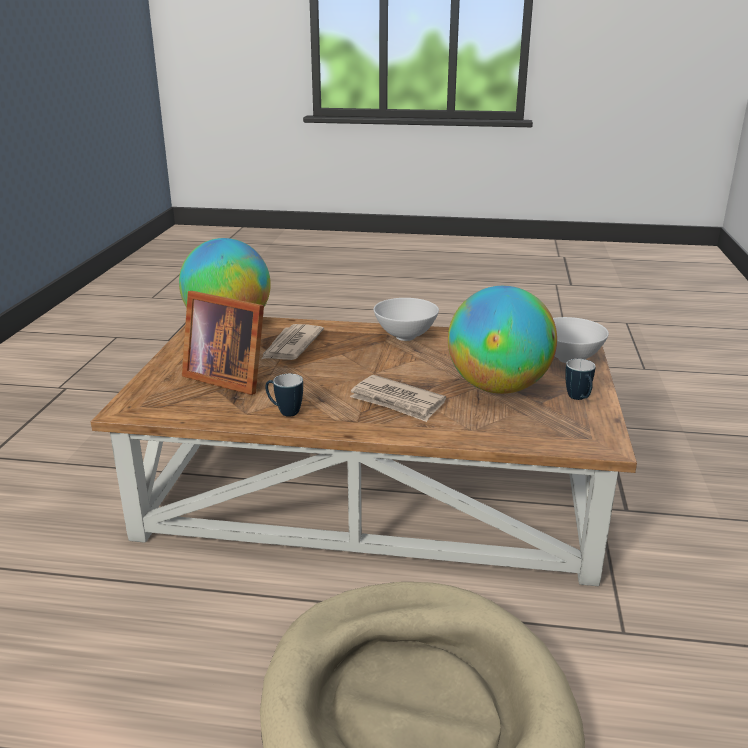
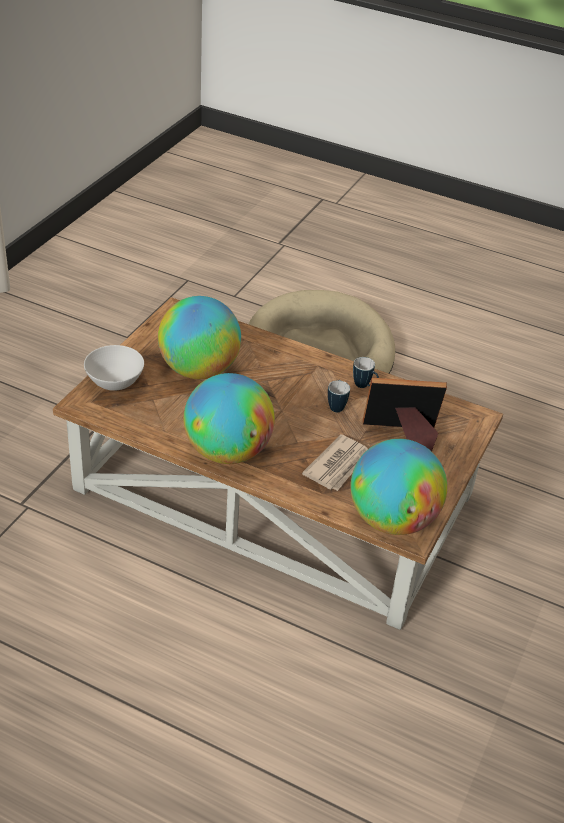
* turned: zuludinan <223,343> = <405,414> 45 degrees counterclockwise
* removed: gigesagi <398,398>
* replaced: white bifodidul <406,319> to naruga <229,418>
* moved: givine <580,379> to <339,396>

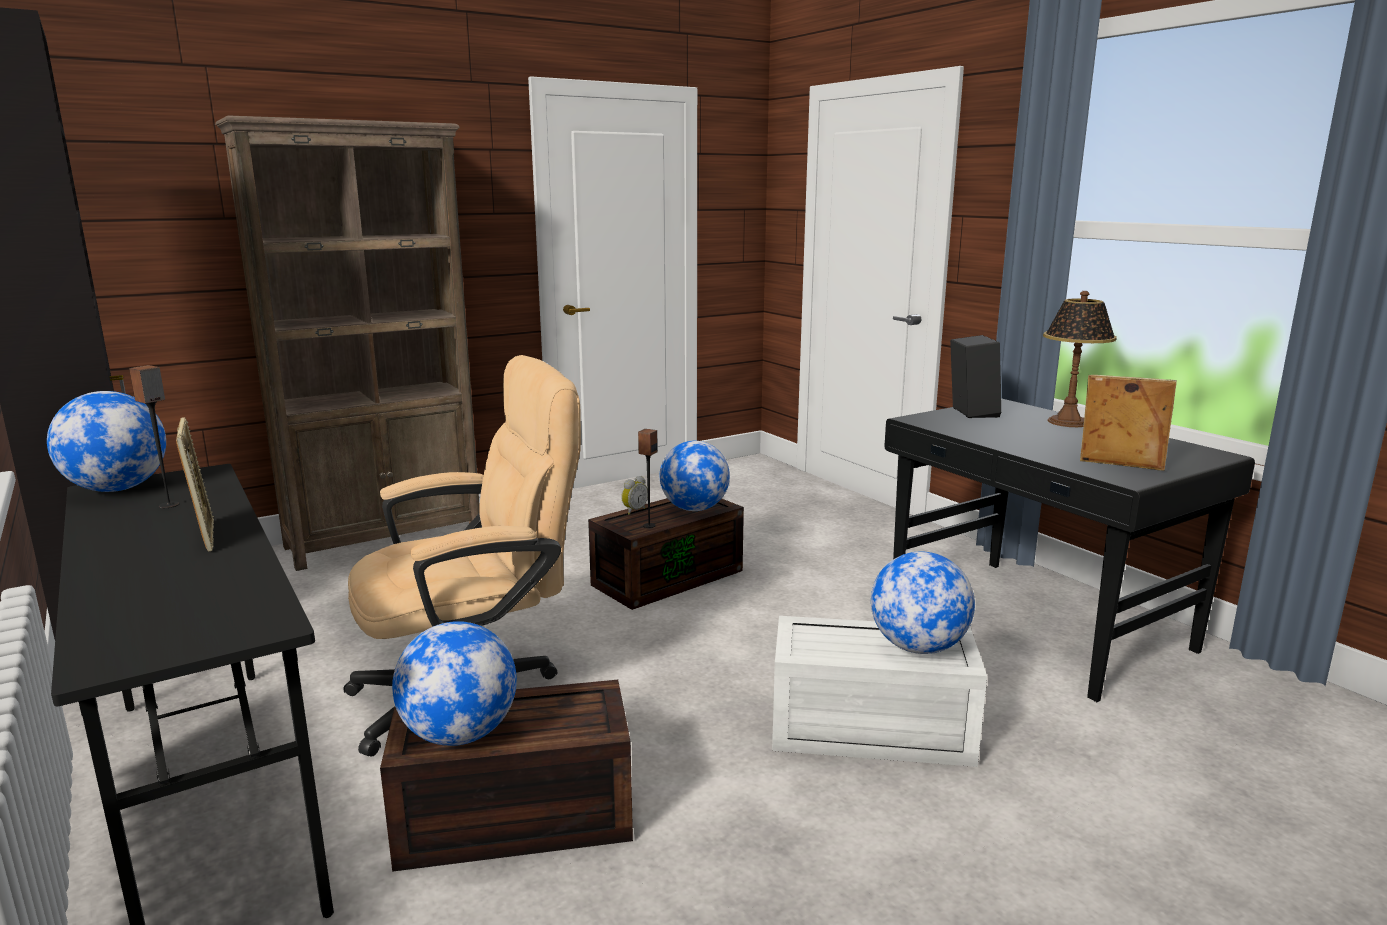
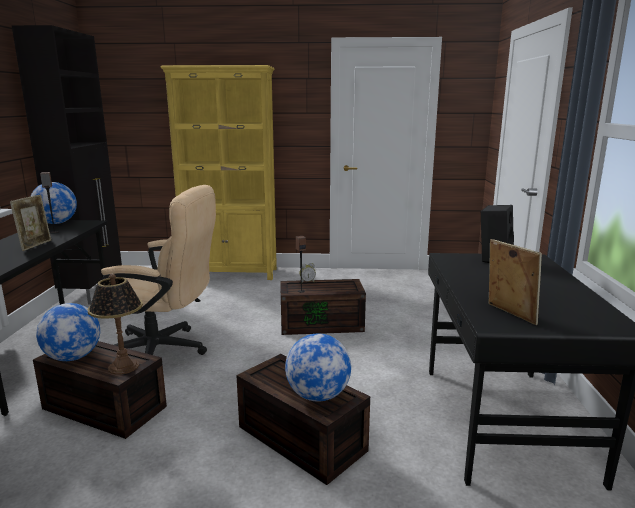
* recoloured: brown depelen <347,343> to yellow depelen <219,172>
* removed: naruga <695,476>
* recoloured: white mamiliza <879,691> to brown mamiliza <303,419>
* moved: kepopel <1080,359> to <115,324>

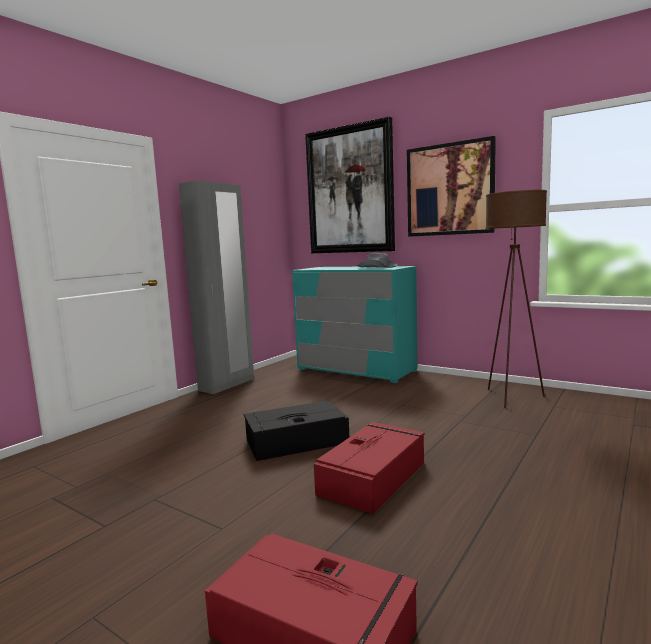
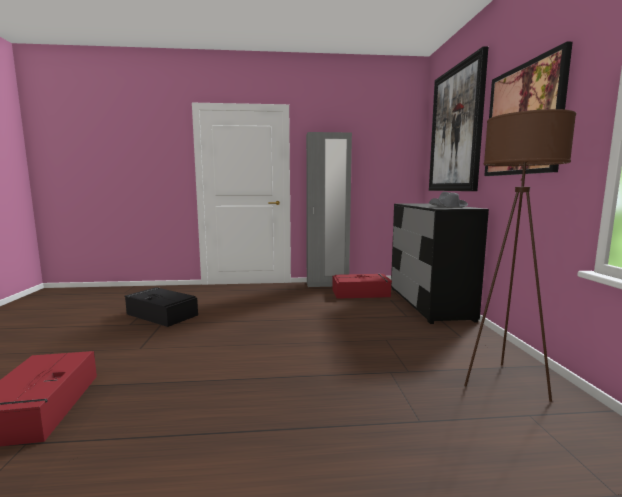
* moved: black mamiliza <296,431> to <161,307>
* recoloured: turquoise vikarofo <355,324> to black vikarofo <440,263>
* moved: red mamiliza <369,468> to <362,286>

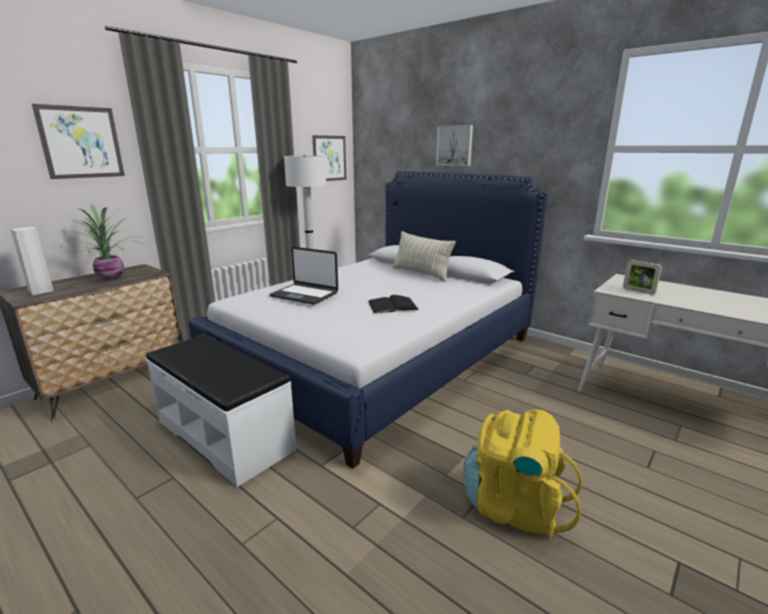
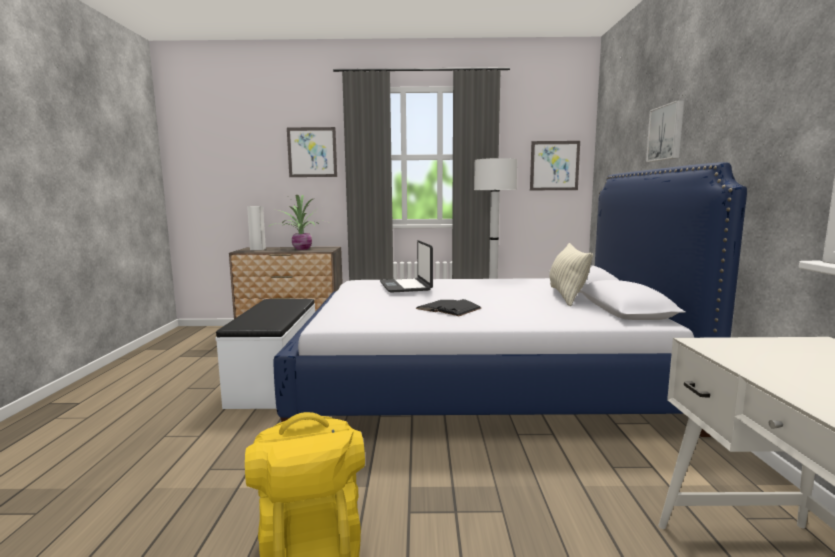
* removed: zuludinan <642,277>

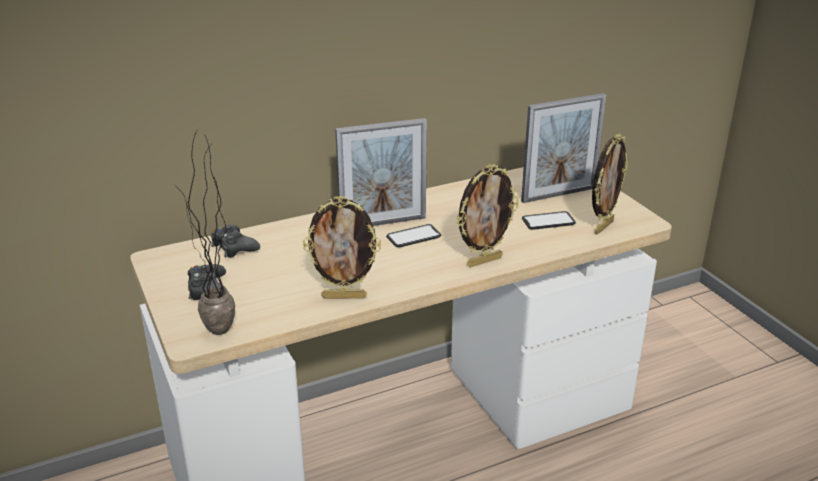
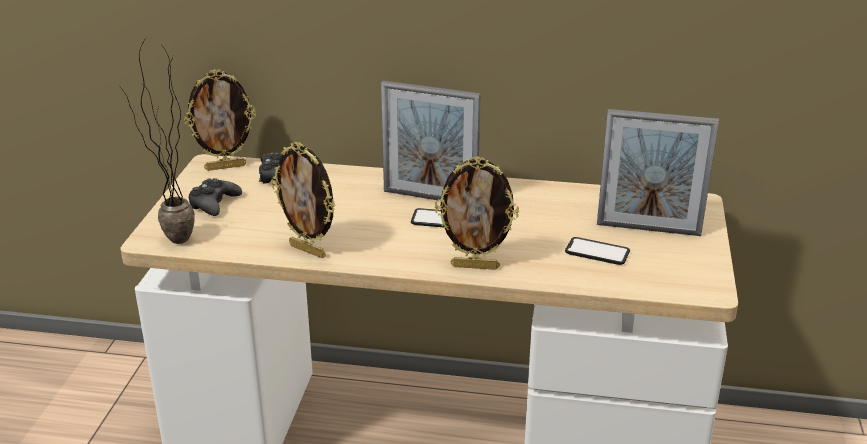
* moved: zuludinan <610,184> to <220,120>

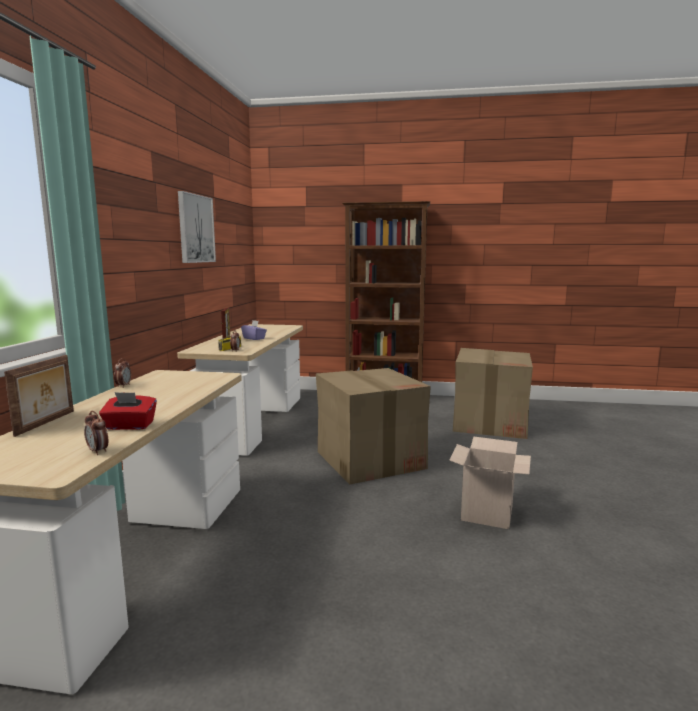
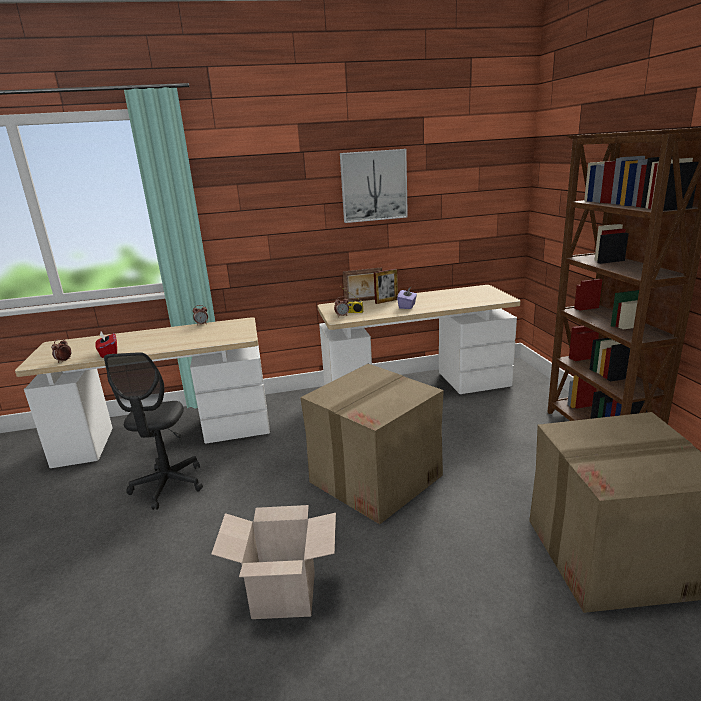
* moved: zuludinan <39,396> to <362,284>
* added: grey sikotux <153,431>

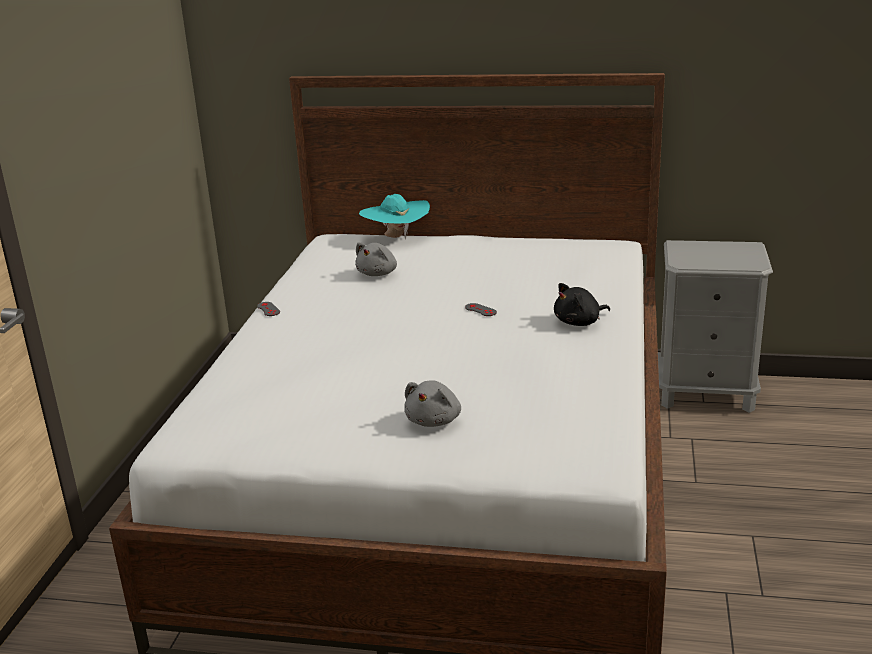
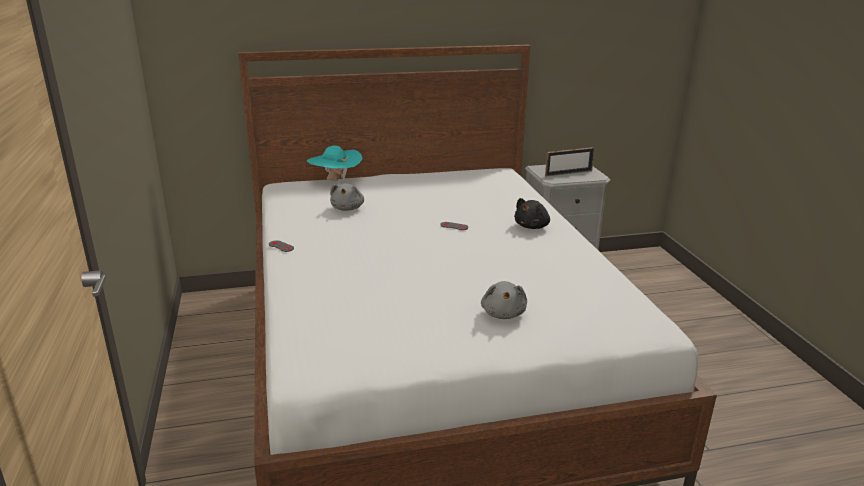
* added: zuludinan <570,162>

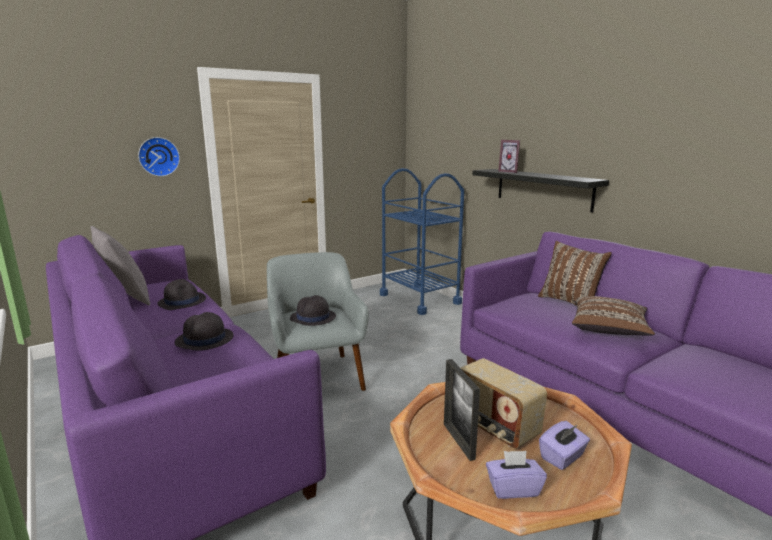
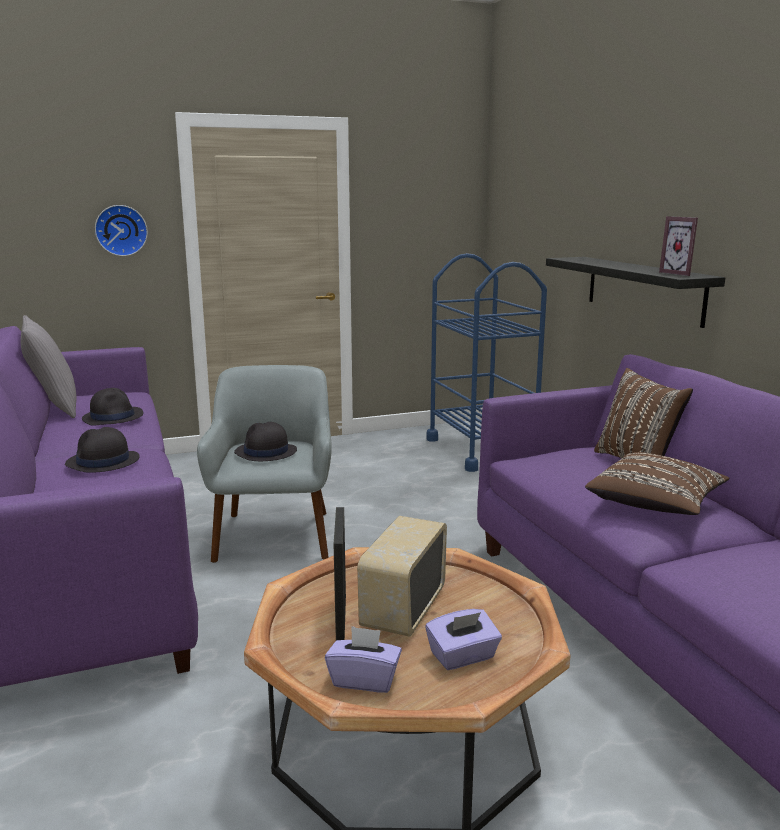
* turned: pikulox <504,403> = <402,576> 45 degrees clockwise
* moved: zuludinan <509,156> to <678,246>

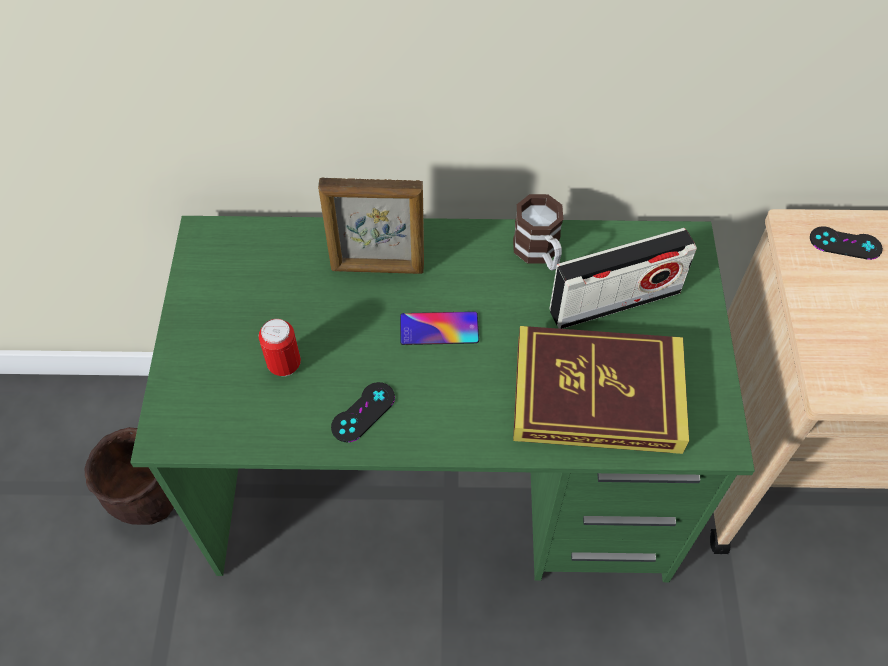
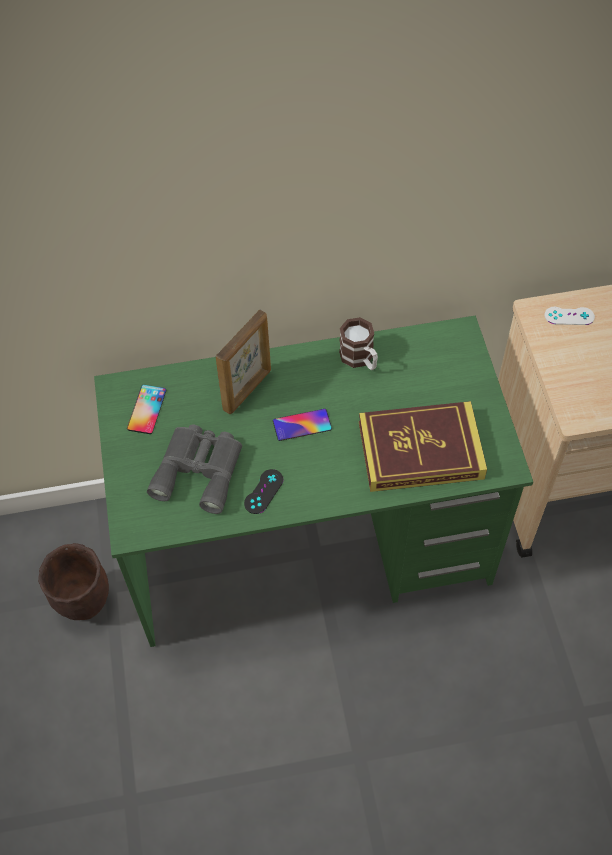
* replaced: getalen <280,347> to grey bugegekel <194,469>
* turned: zuludinan <371,225> = <243,362> 45 degrees counterclockwise
* removed: pikulox <623,278>
* recoloured: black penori <846,243> to white penori <569,316>
* added: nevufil <147,409>

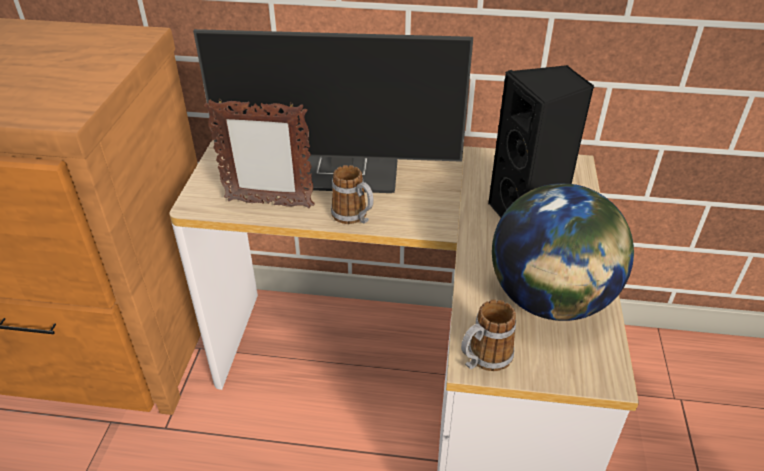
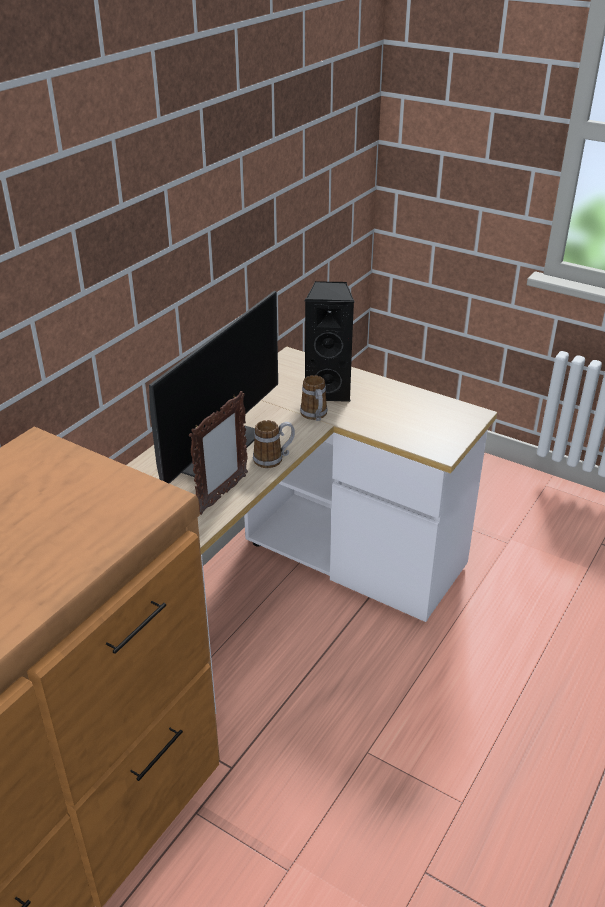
* moved: givine <488,335> to <313,398>
* removed: naruga <563,252>

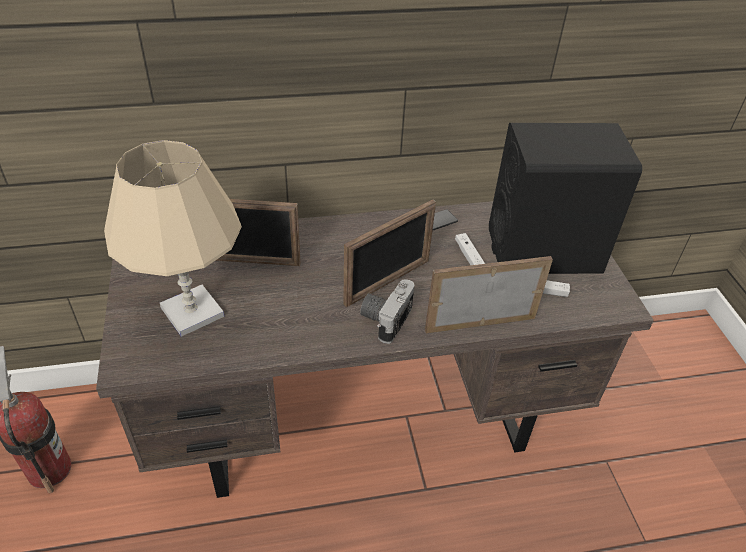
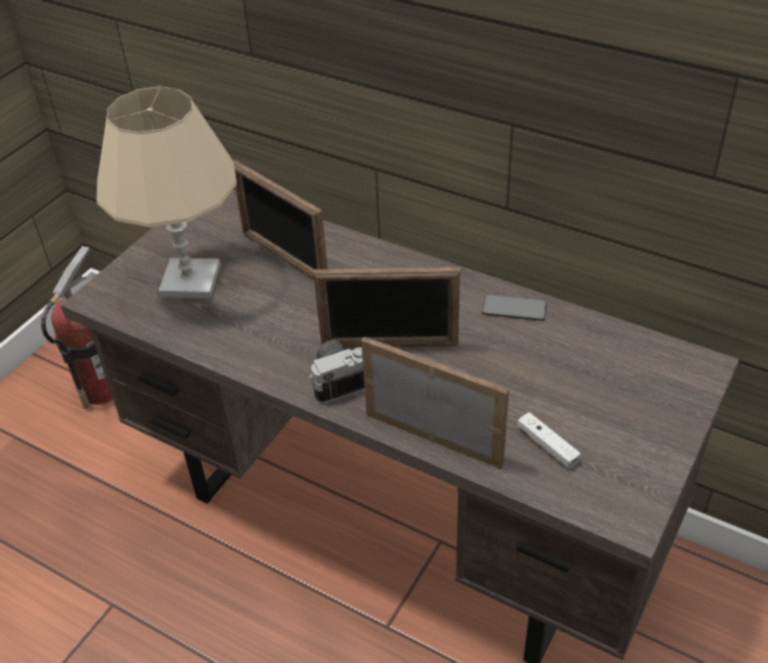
* removed: white penori <470,249>
* removed: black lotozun <565,198>

